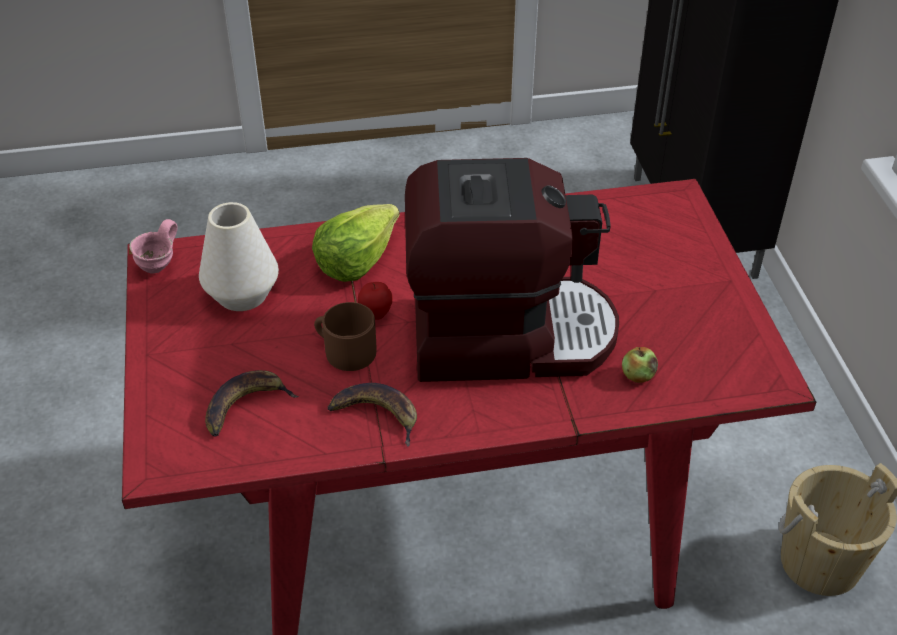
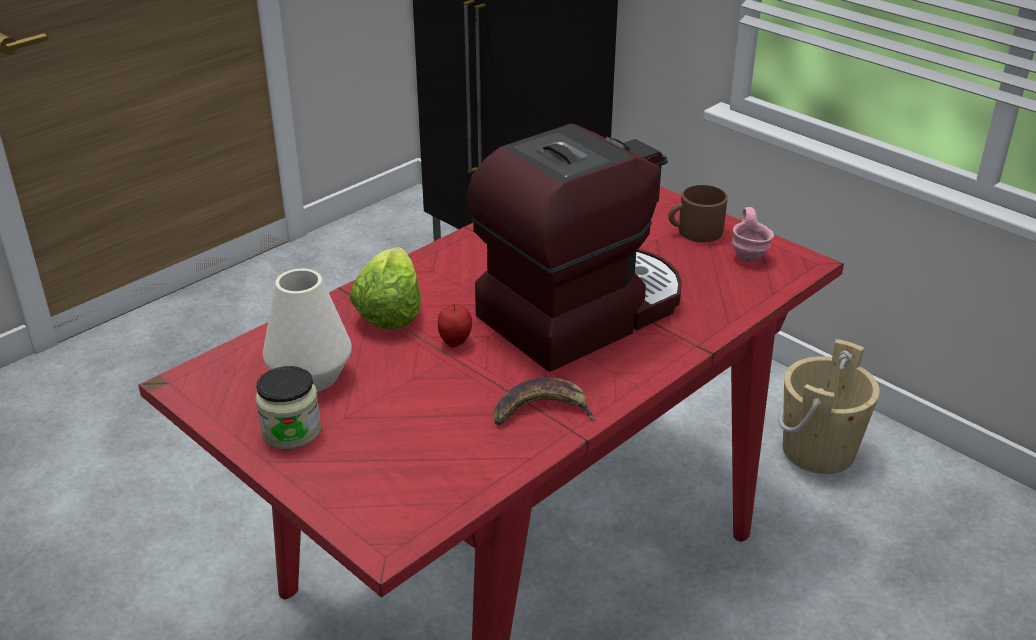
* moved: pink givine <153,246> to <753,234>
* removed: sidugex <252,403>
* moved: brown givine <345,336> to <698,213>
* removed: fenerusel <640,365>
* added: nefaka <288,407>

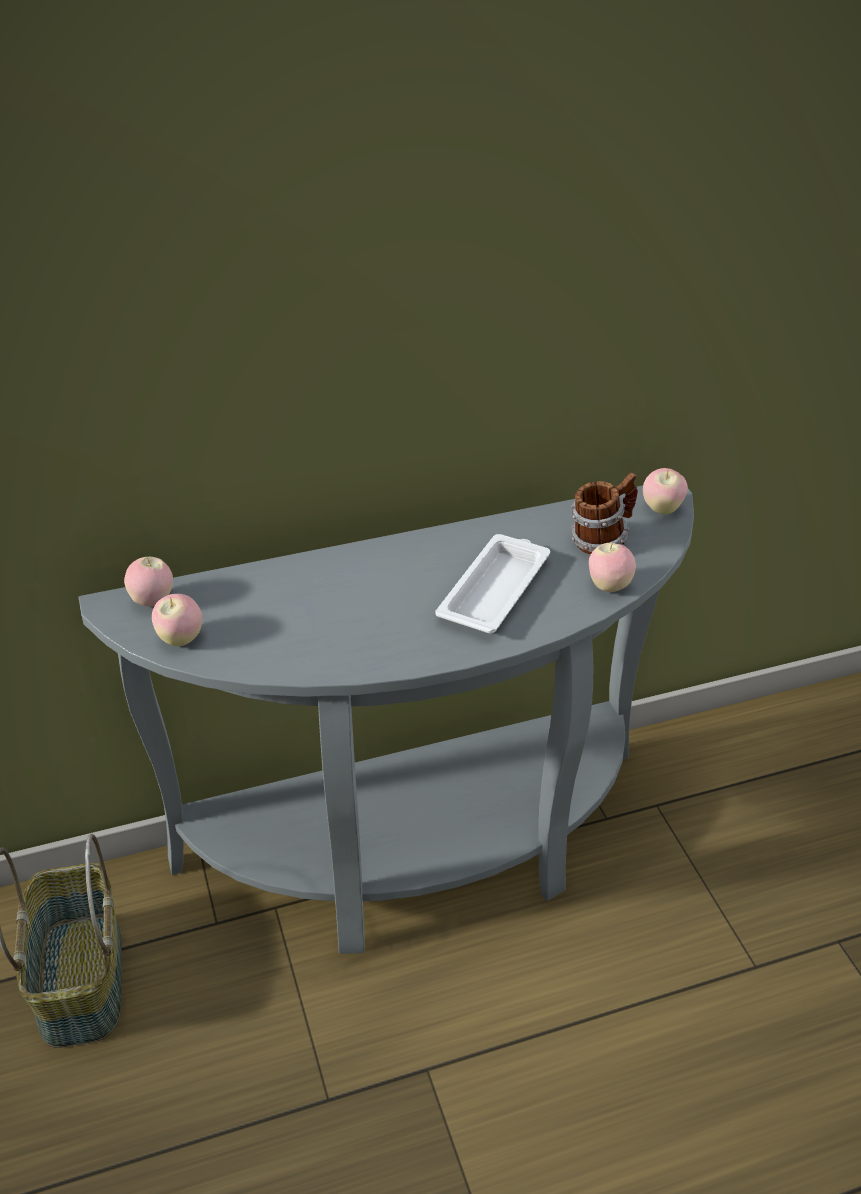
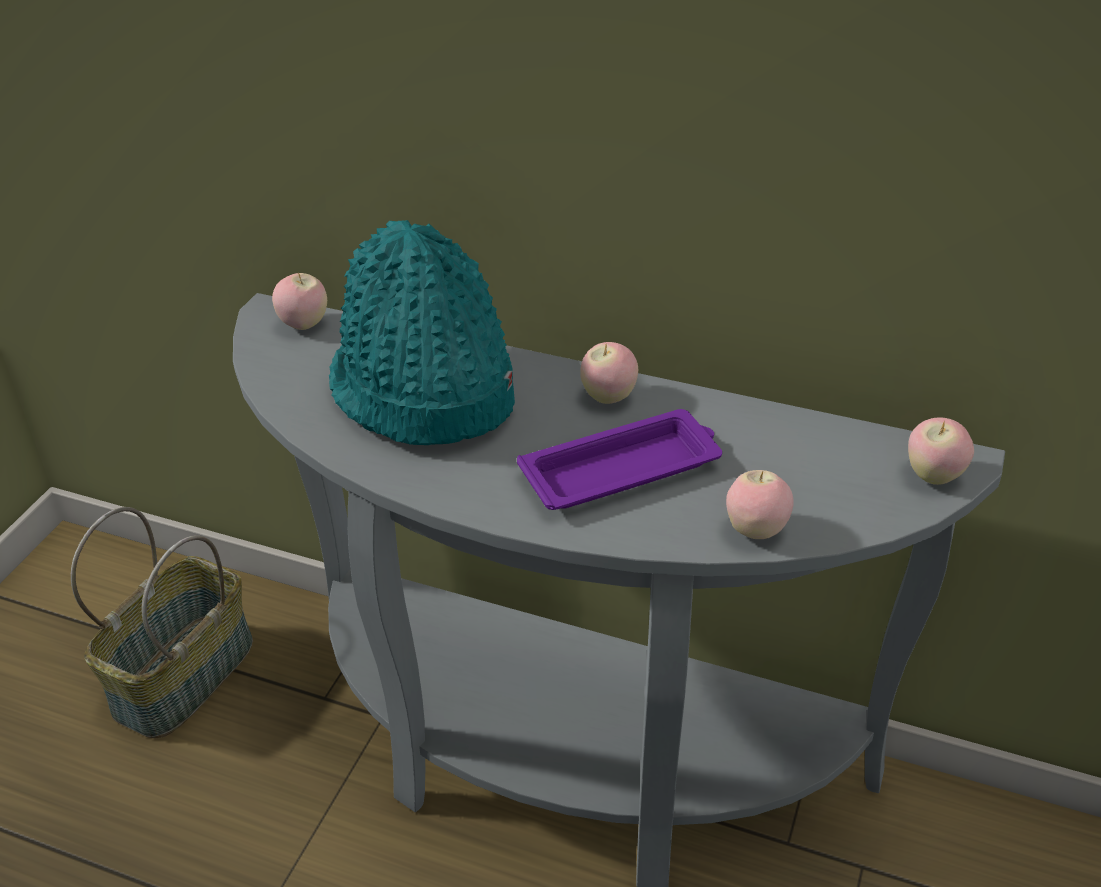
* moved: fenerusel <177,620> to <609,373>
* recoloured: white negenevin <492,584> to purple negenevin <619,459>
* removed: givine <605,513>
* added: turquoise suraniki <422,332>

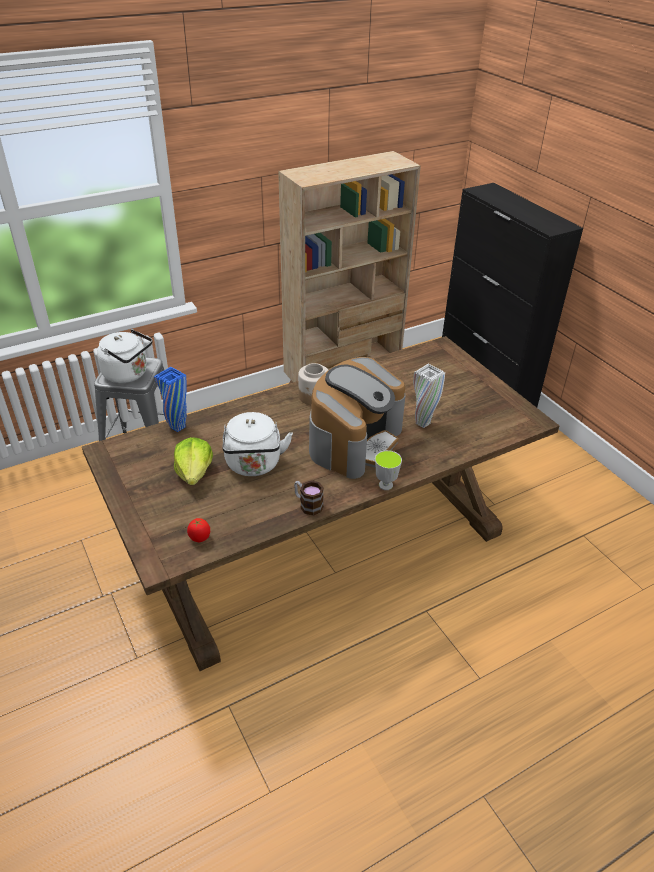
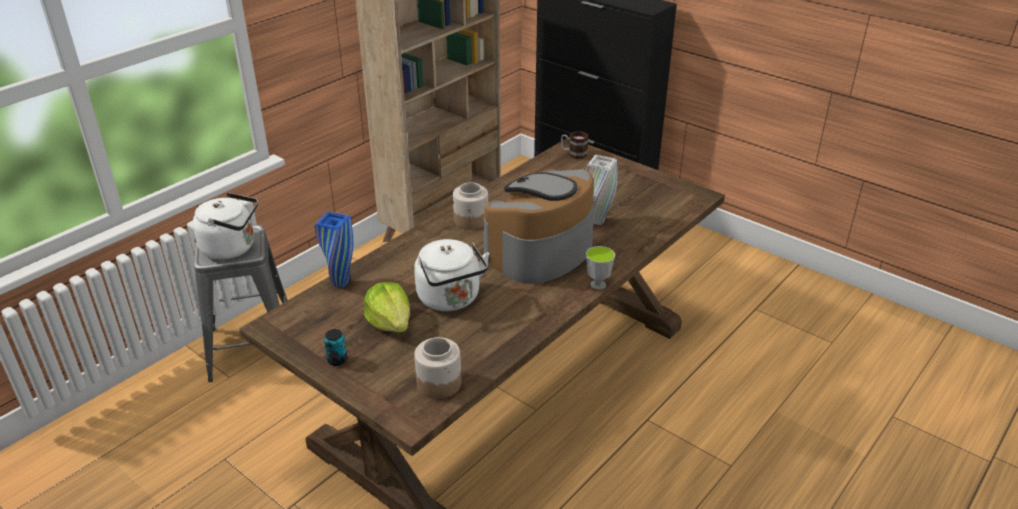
* replaced: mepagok <198,530> to nefaka <437,368>
* moved: givine <309,498> to <575,145>
* turned: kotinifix <357,418> = <538,226> 150 degrees counterclockwise
* added: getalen <335,347>

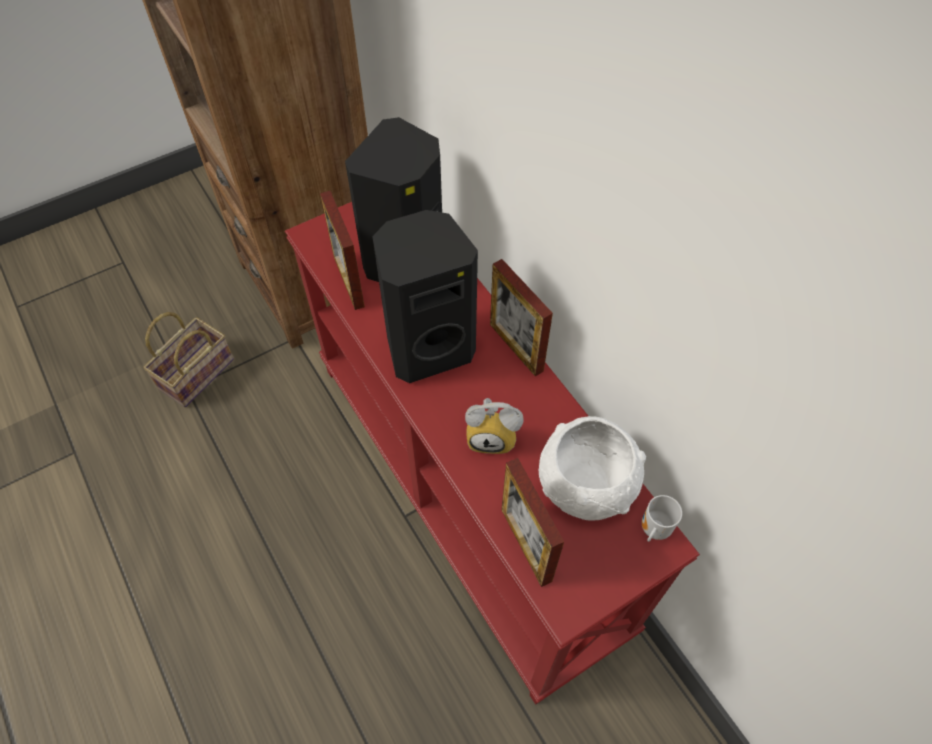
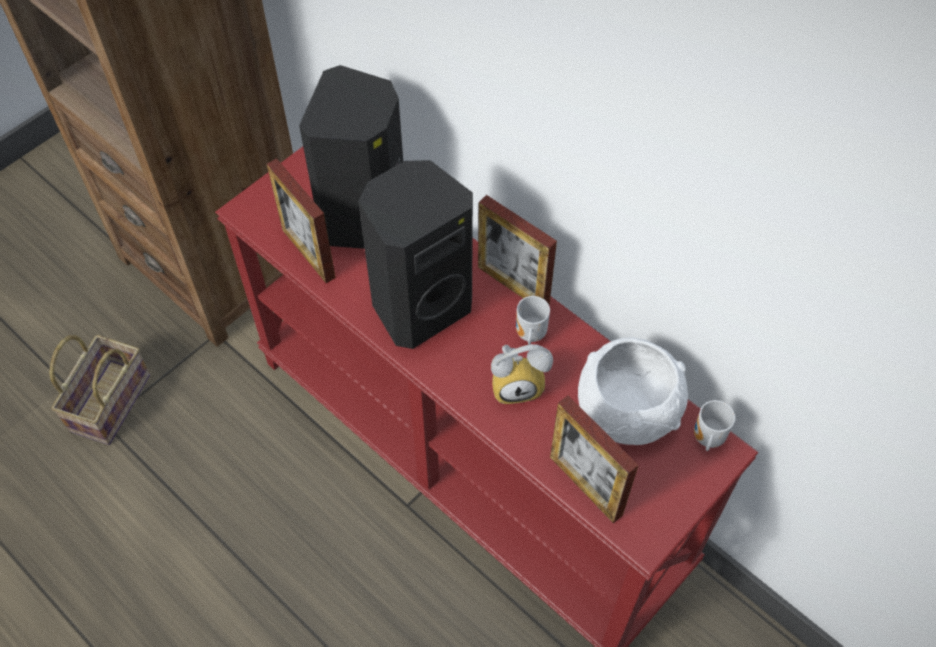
* added: givine <533,320>

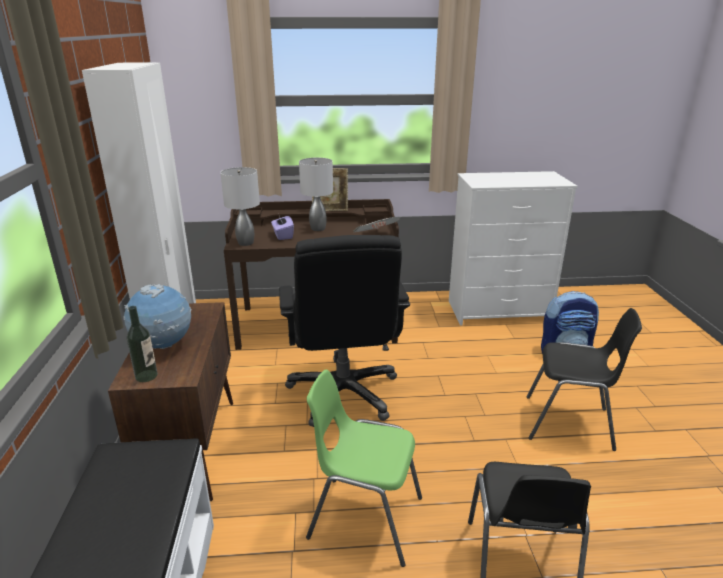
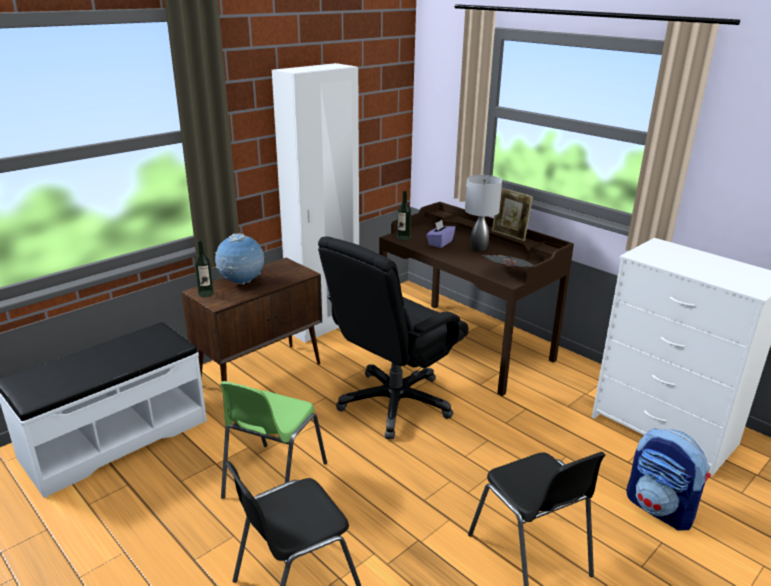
* replaced: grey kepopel <240,206> to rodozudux <404,216>
* turned: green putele <364,468> = <273,440> 135 degrees counterclockwise

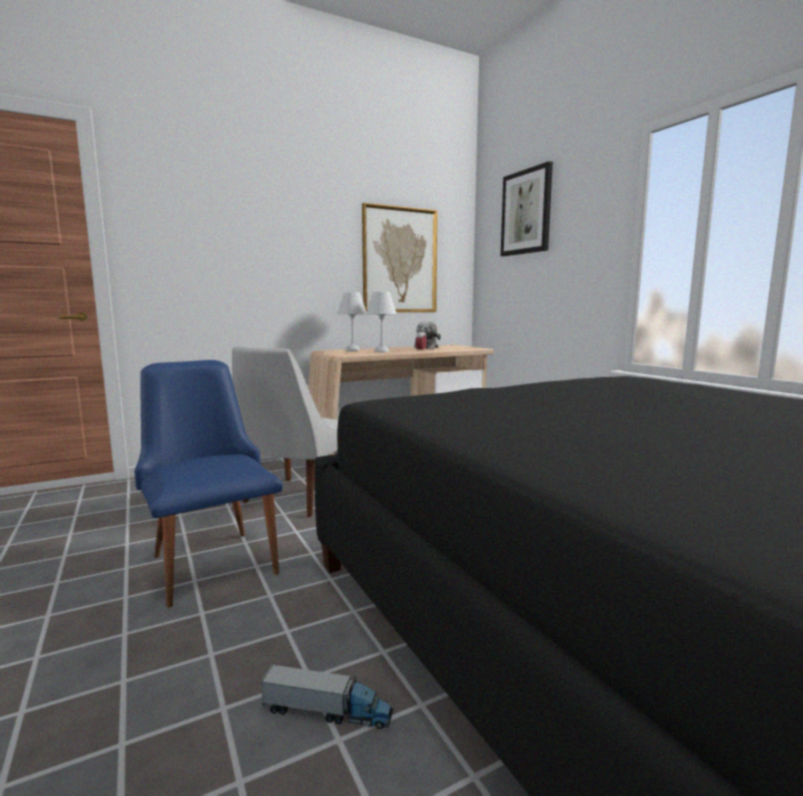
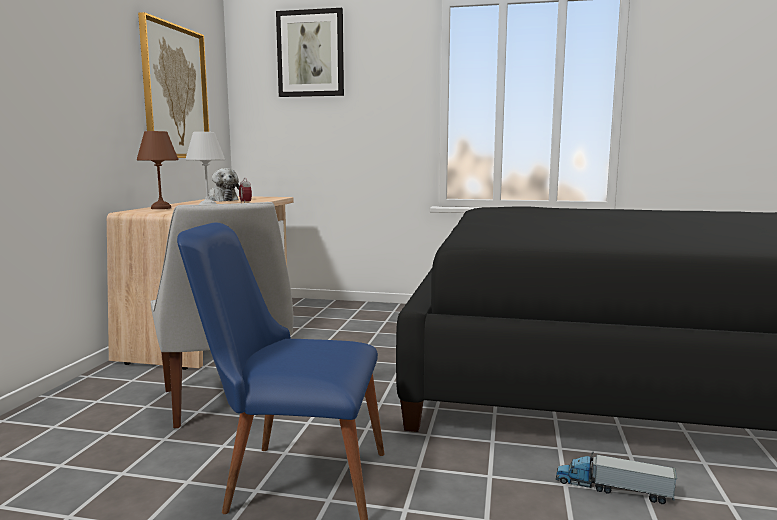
* turned: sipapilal <326,697> = <616,477> 120 degrees counterclockwise
* recoloured: white kepopel <352,321> to brown kepopel <158,170>

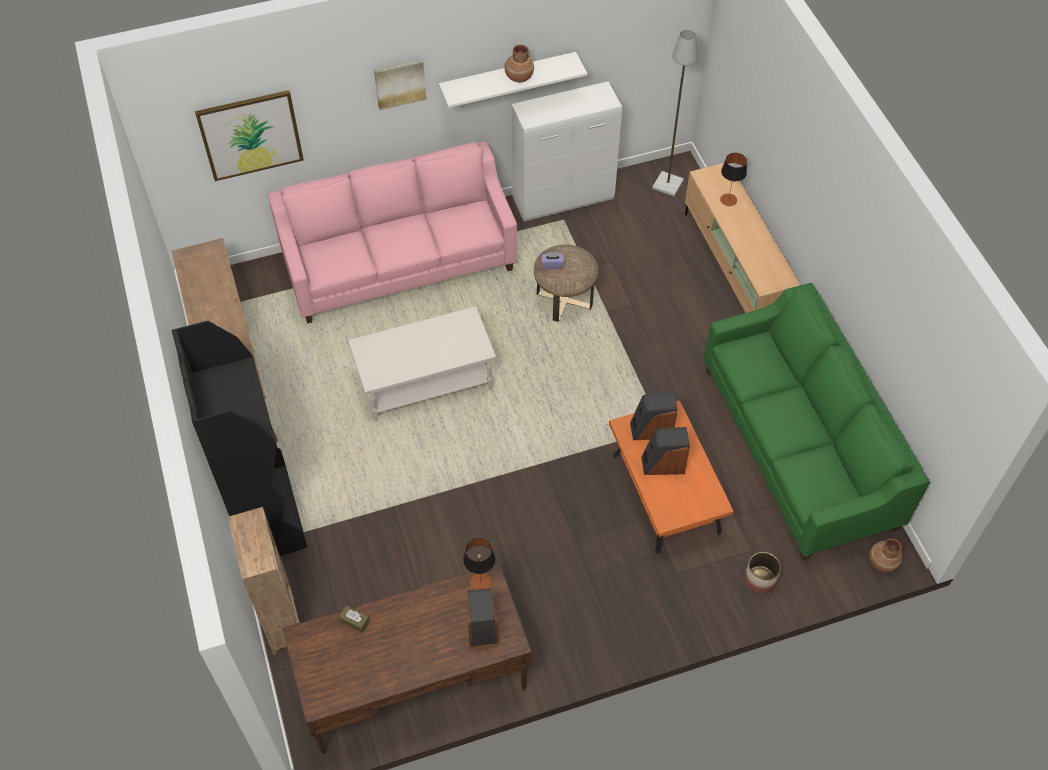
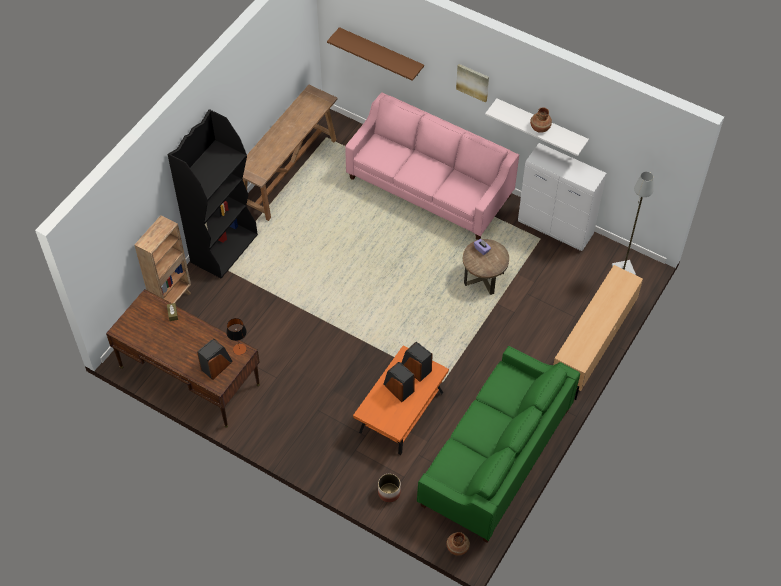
* replaced: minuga <249,135> to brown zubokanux <375,54>
* removed: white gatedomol <422,364>
* removed: kepopel <733,179>

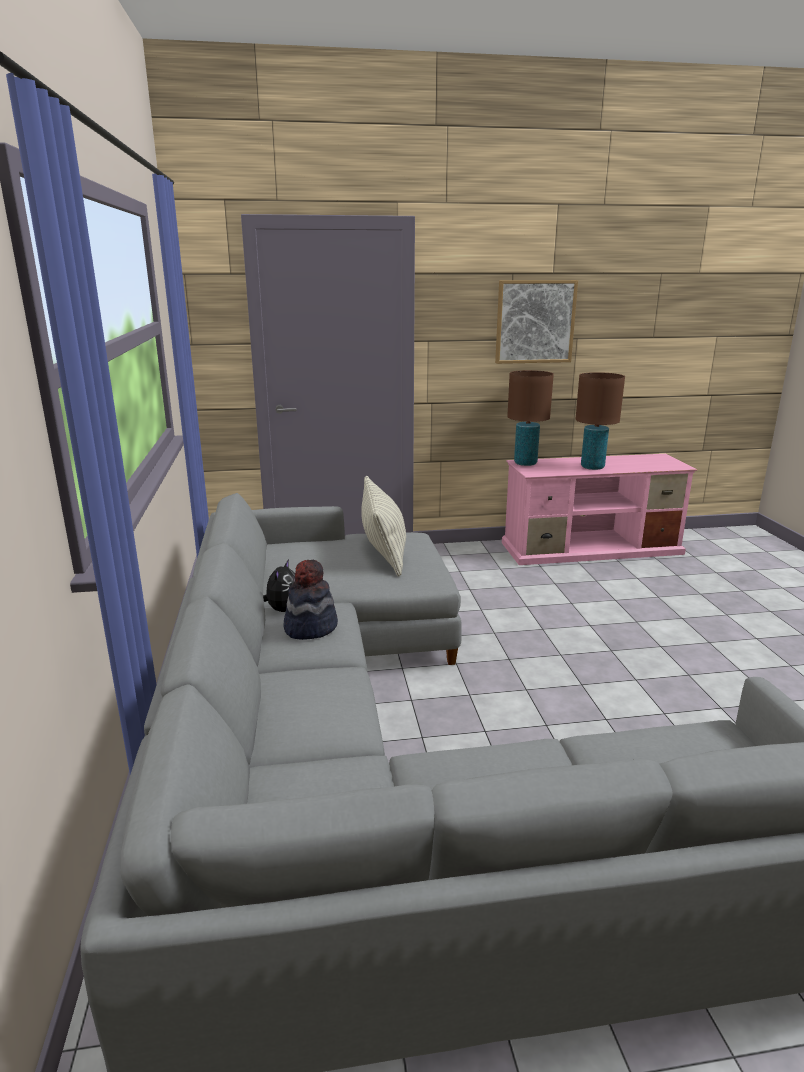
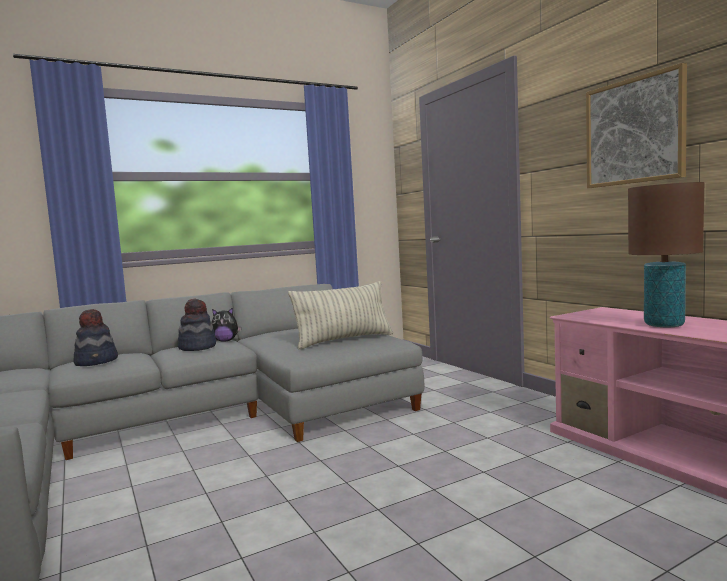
* removed: brown kepopel <530,418>
* added: suraniki <95,337>

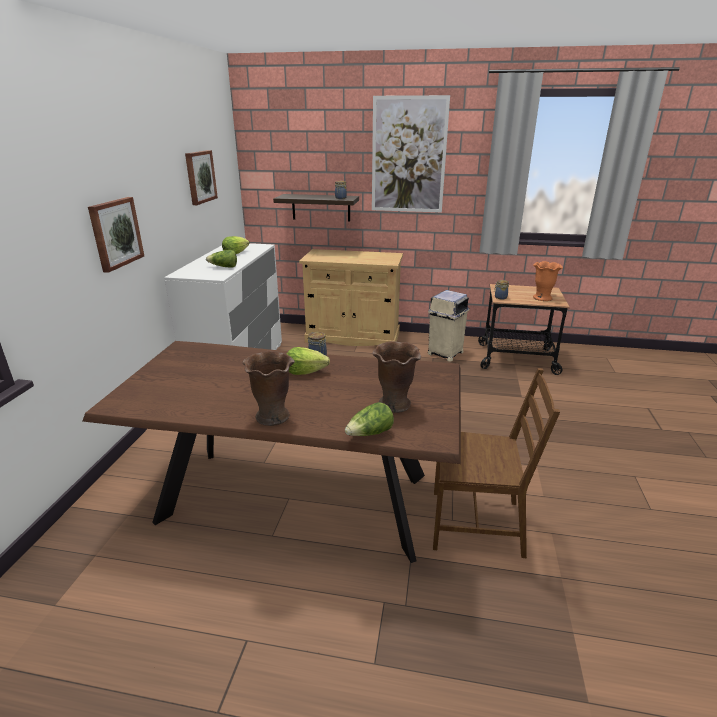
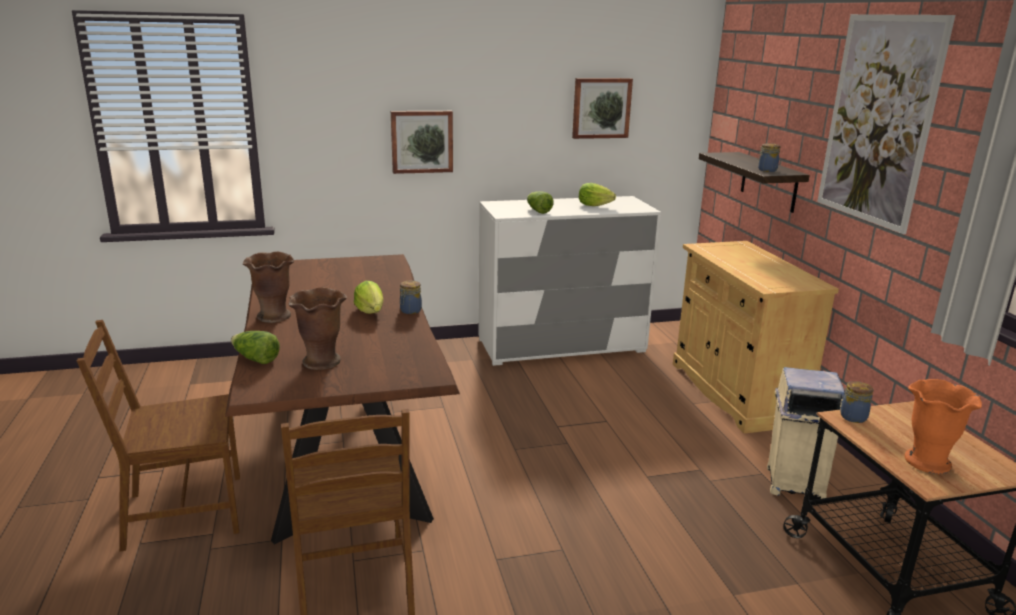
* added: brown putele <158,436>

